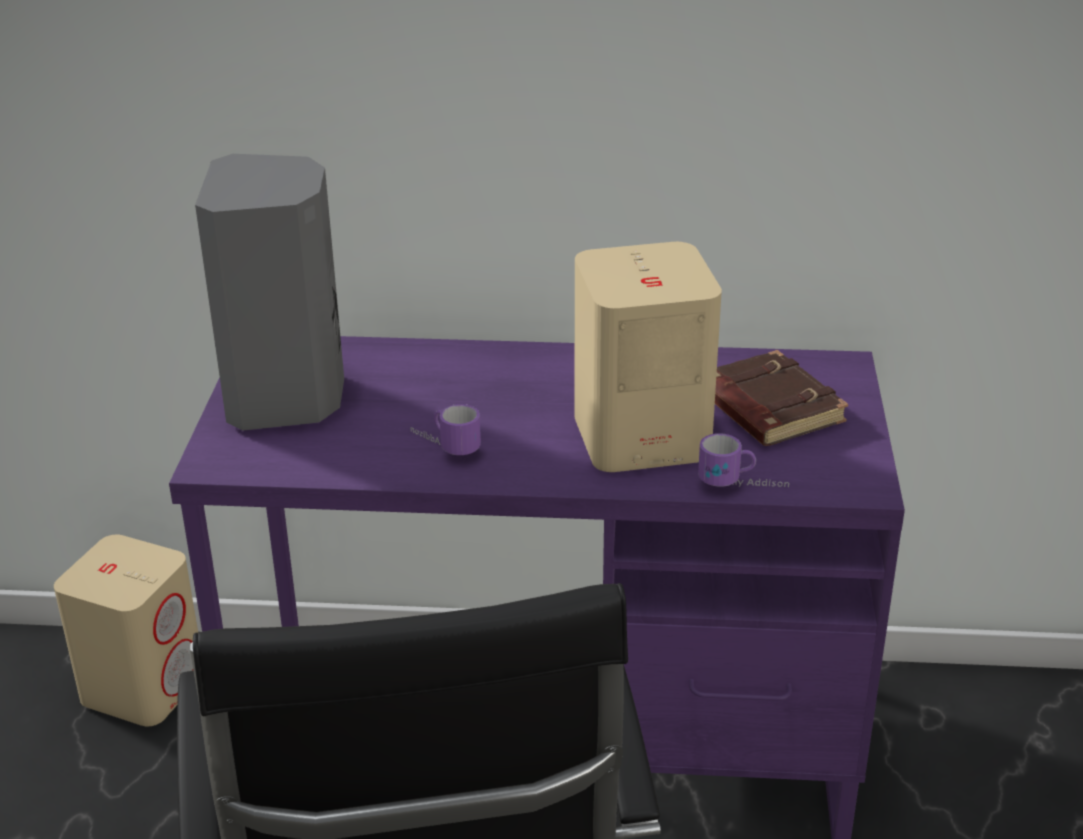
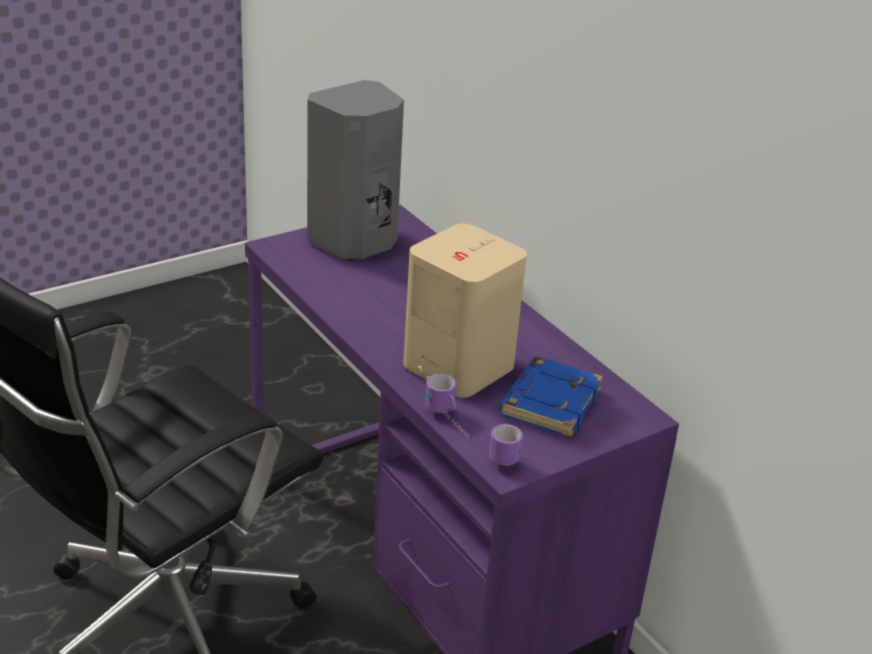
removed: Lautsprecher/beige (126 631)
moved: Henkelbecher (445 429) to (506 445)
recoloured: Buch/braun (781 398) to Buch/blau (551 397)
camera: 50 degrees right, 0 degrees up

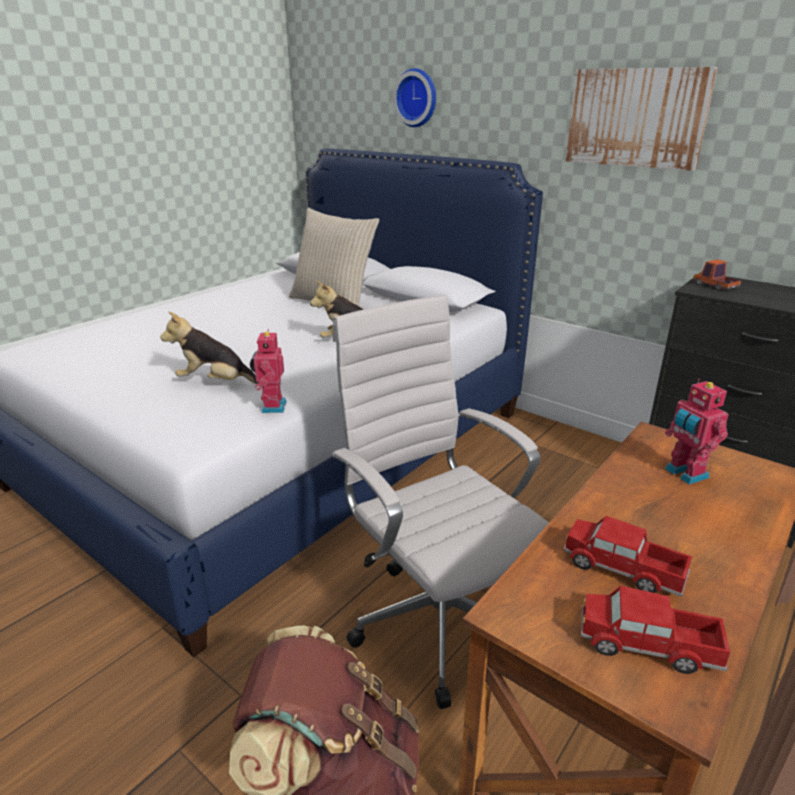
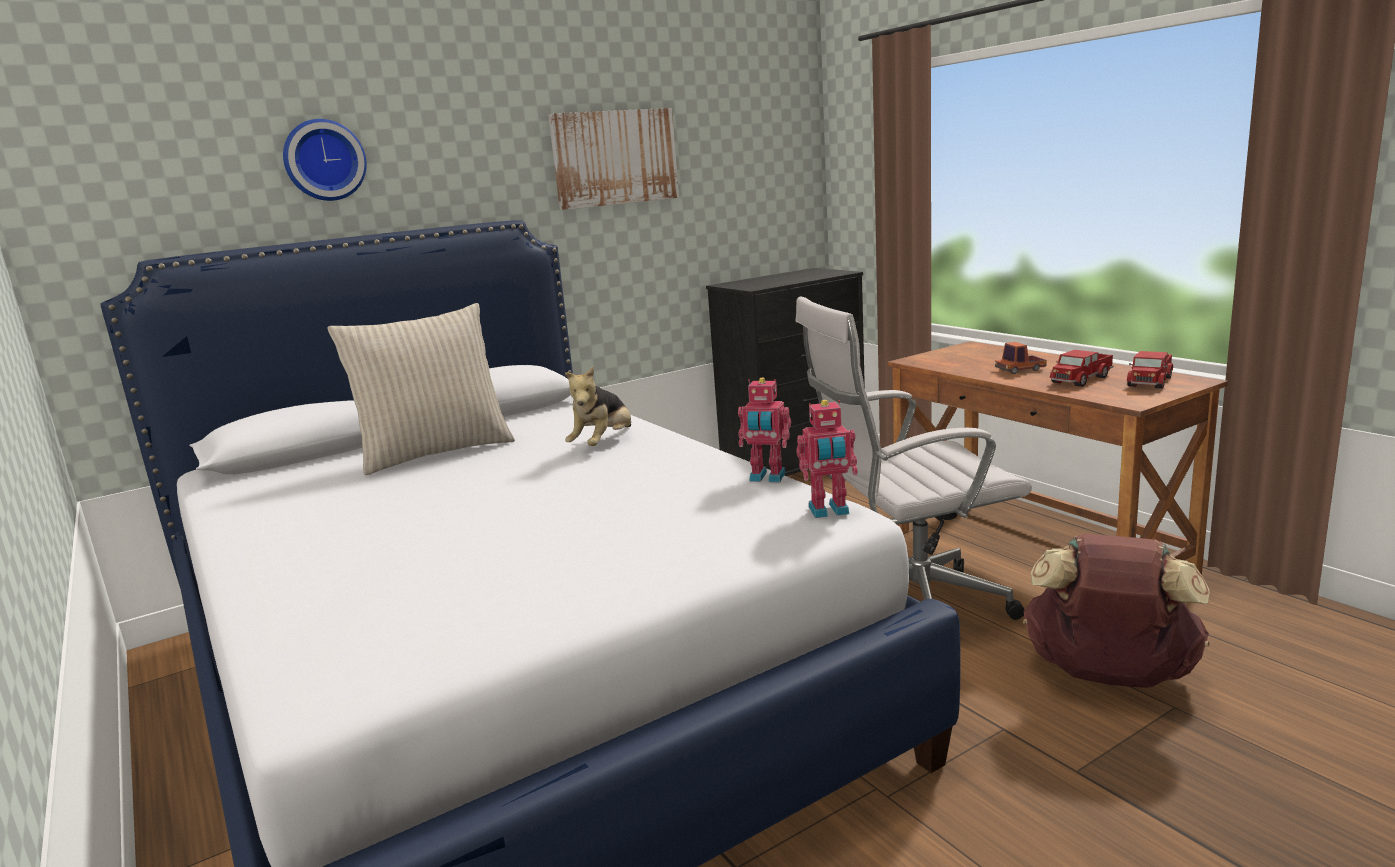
removed: Plüschtier (209 348)
moved: Spielzeuglaster (717 274) to (1021 358); Spielzeugroboter (697 432) to (827 459)
camera: 70 degrees left, 10 degrees down

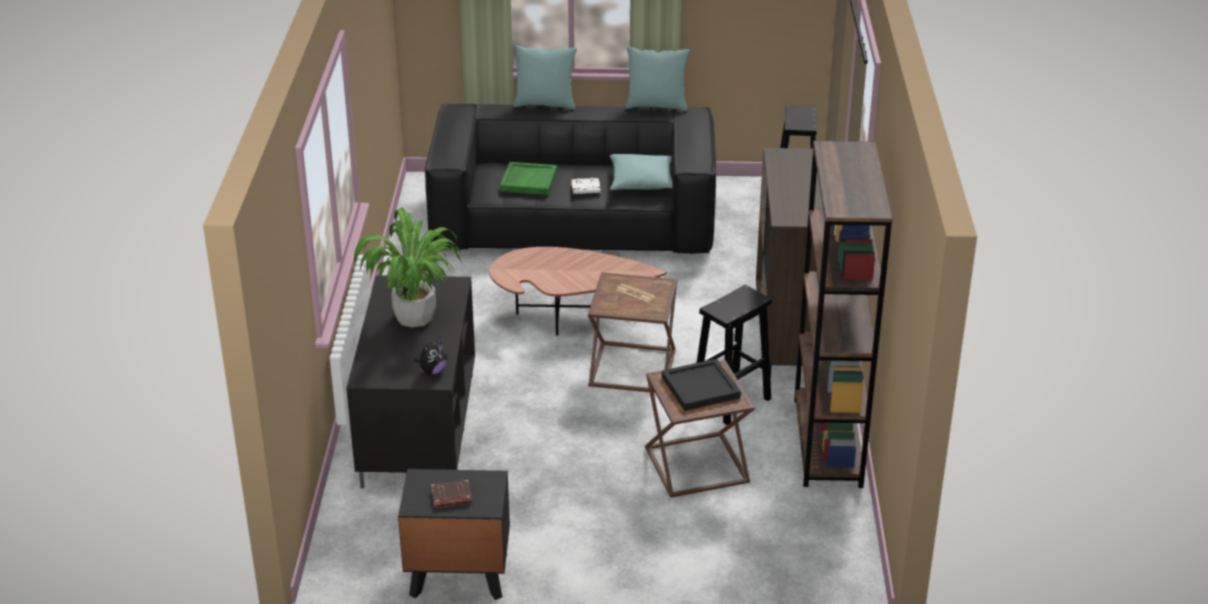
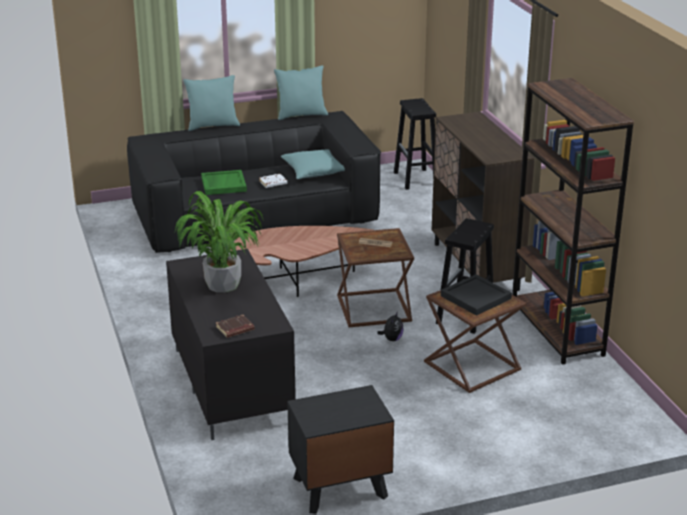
moved: Plüschtier (430 355) to (390 326); Buch/braun (451 494) to (235 326)
camera: 20 degrees left, 5 degrees down

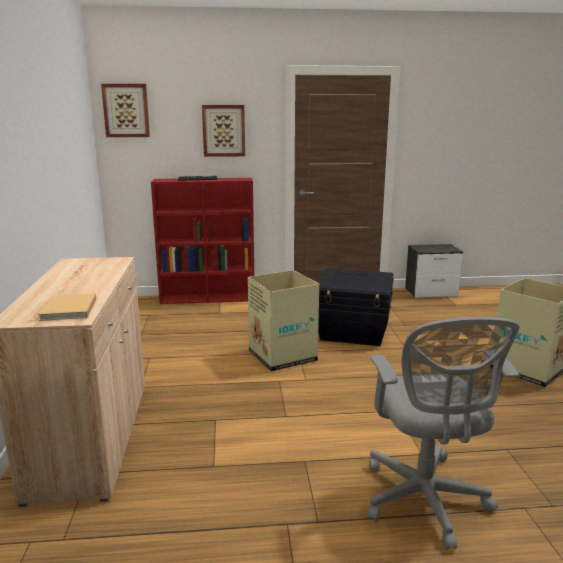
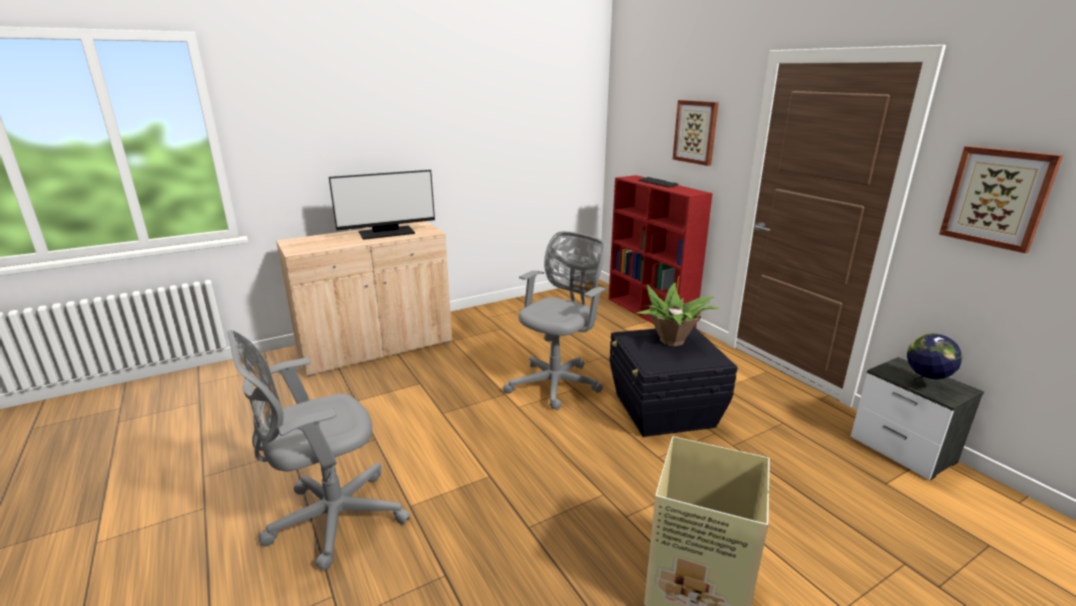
removed: Buch/beige (67 307)
added: Monitor (382 205); Topfpflanze (678 314); Globus (935 363)
moved: Bild (125 110) to (1001 199)
replaced: Karton (283 321) to Bürostuhl/grau (556 320)
camera: 65 degrees right, 5 degrees up

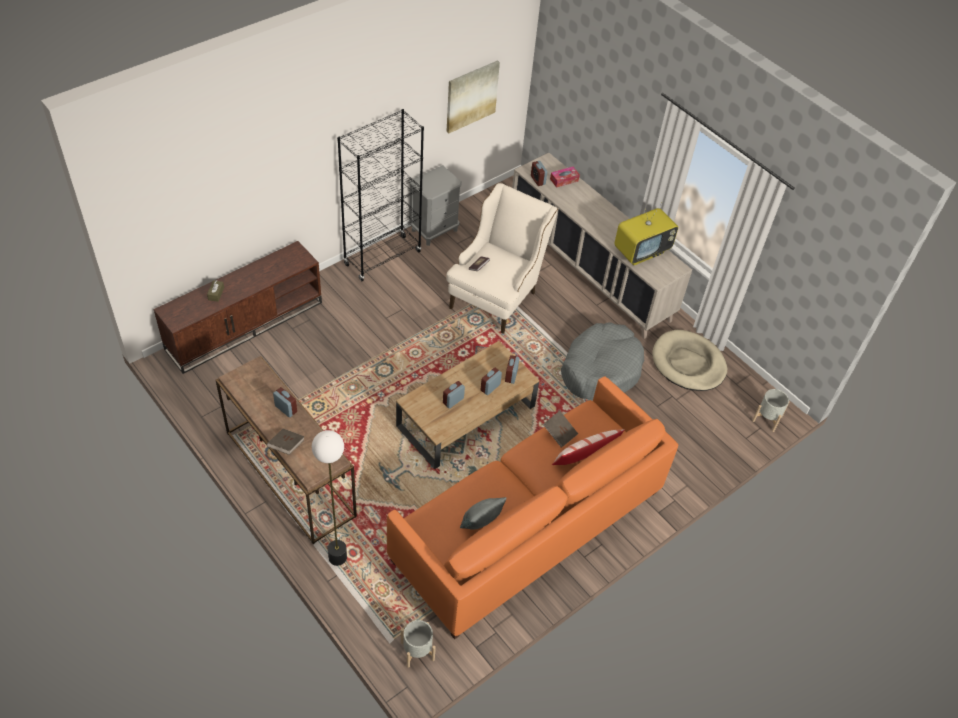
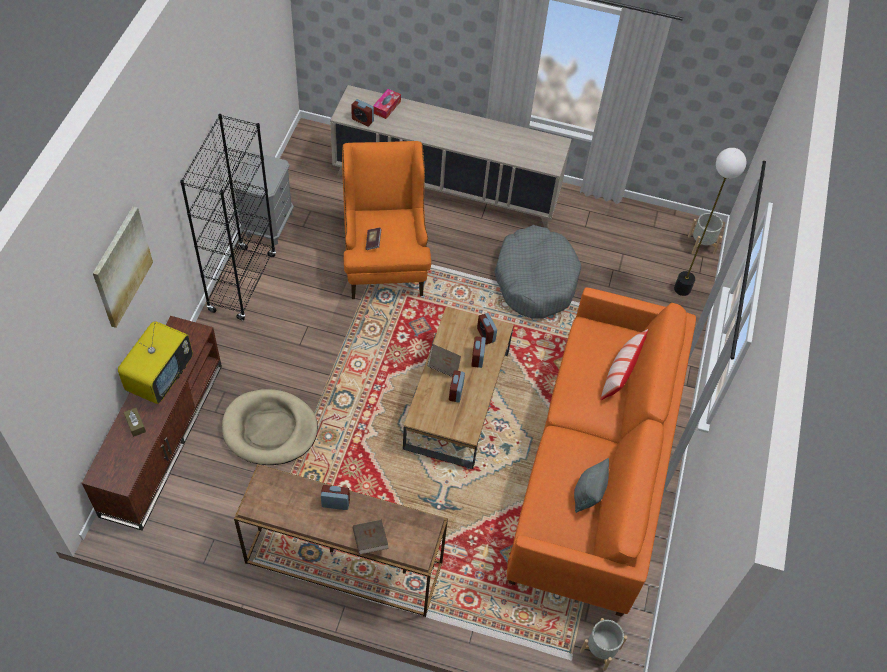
moved: Bild (473 96) to (123 267); Fernseher (646 234) to (155 362); Hundebett/beige (689 360) to (270 427); Buch/braun (560 429) to (444 360); Stehlampe (329 498) to (710 222)
recoloured: Sessel/beige (502 258) to Sessel/orange (386 220)
camera: 35 degrees left, 5 degrees up

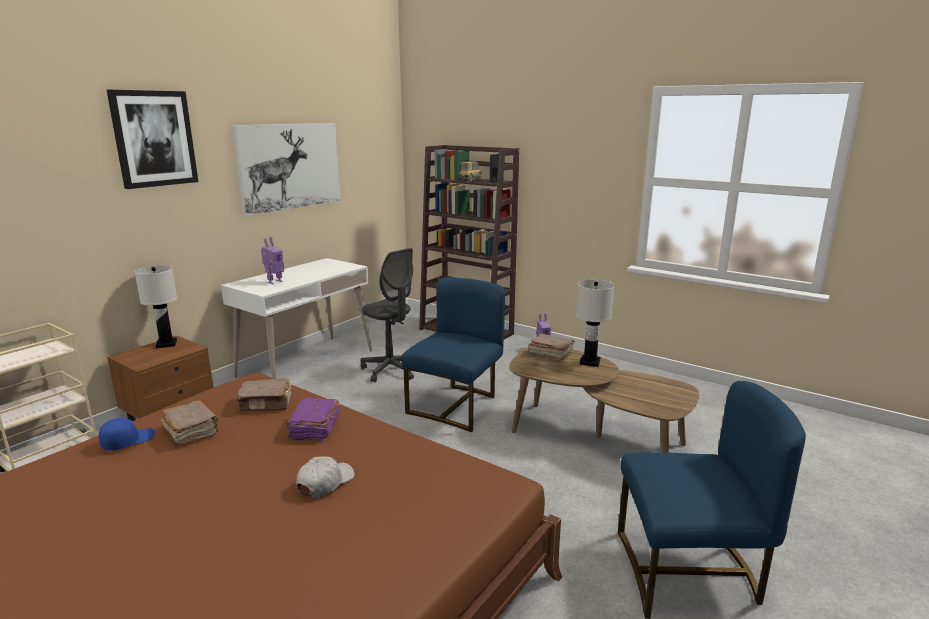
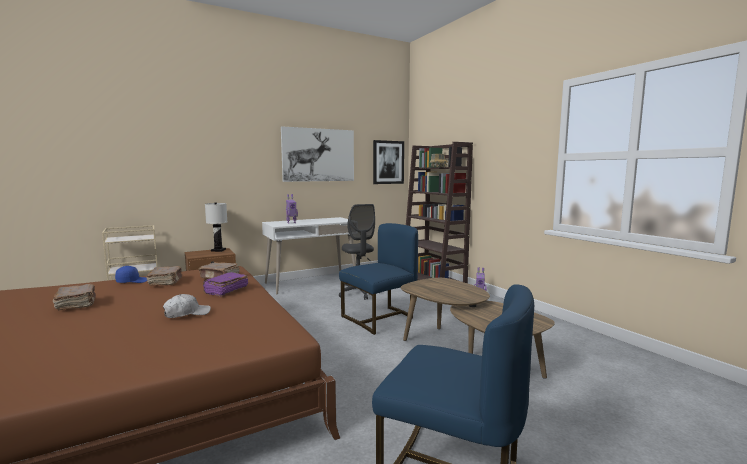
removed: Tischlampe/weiß (595 323)
moved: Bild (152 139) to (388 162); Buch/braun (552 346) to (74 297)
camera: 25 degrees right, 10 degrees down

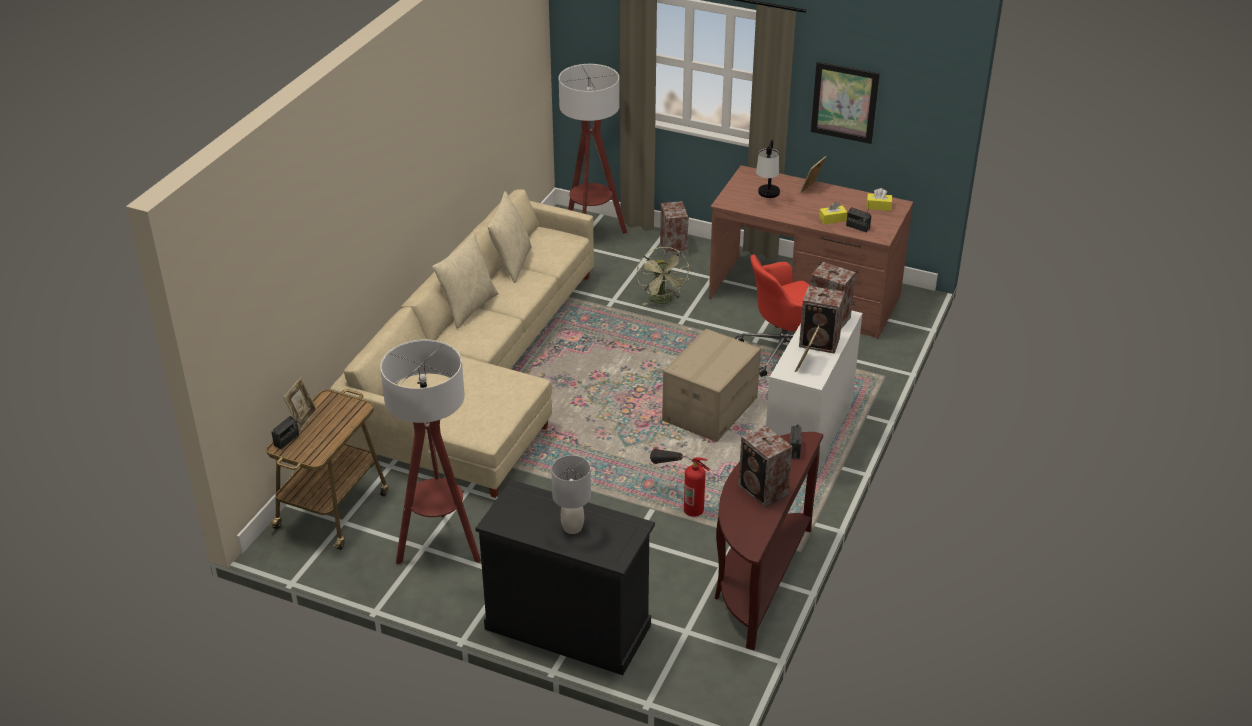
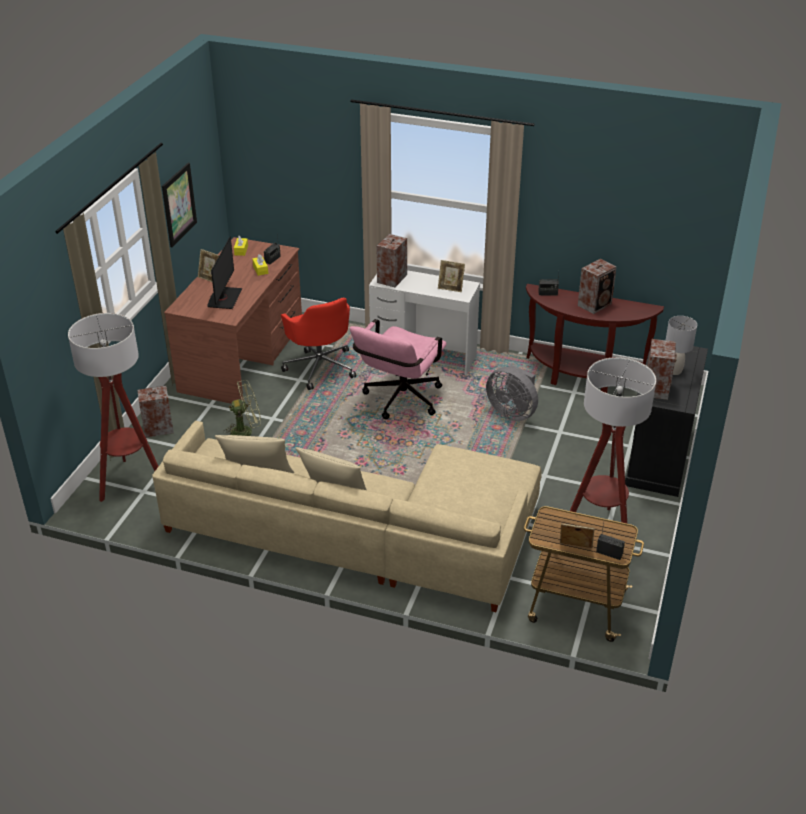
moved: Lautsprecher (822 320) to (662 369)
replaced: Tischlampe (768 168) to Monitor (225 272); Karton (711 385) to Bürostuhl/rosa (398 369); Feuerlöscher (680 483) to Ventilator/grau (512 393)
camera: 95 degrees left, 0 degrees up

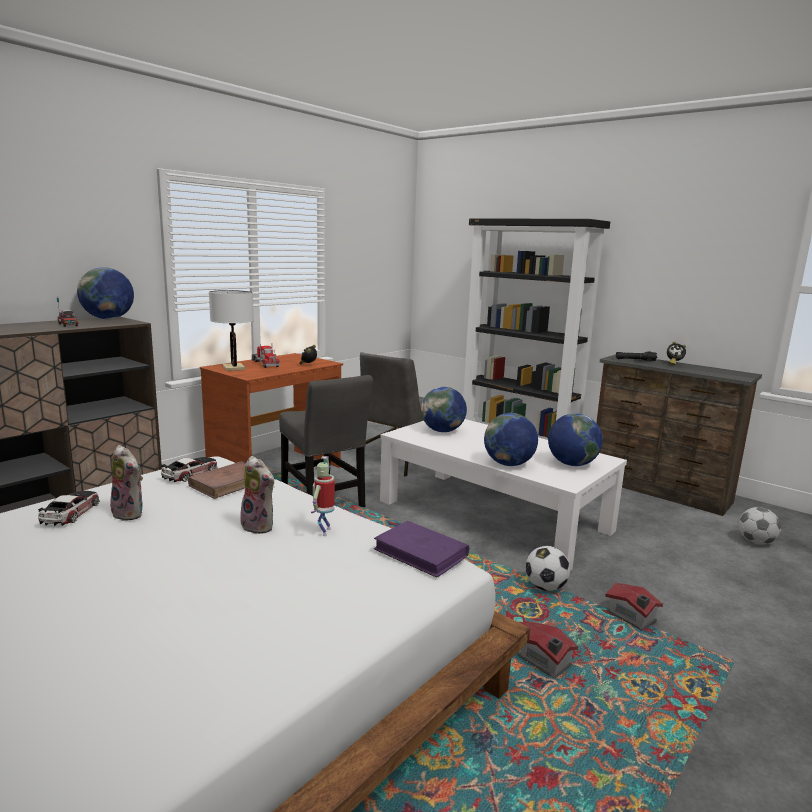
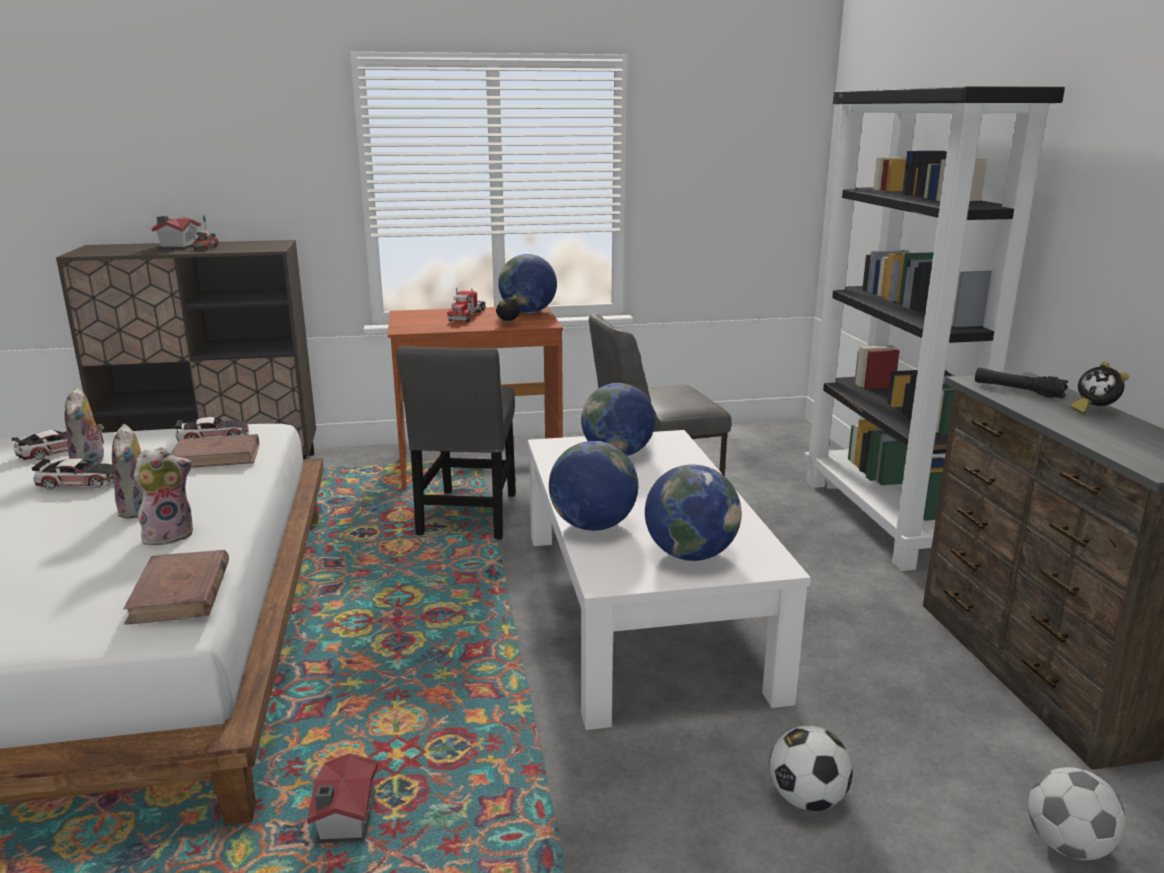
removed: Tischlampe/weiß (231 330)
added: Spielzeugauto (72 474)
moved: Globus (105 293) to (527 283); Fußball (548 568) to (811 768); Spielzeughaus (634 607) to (176 232)
replaced: Spielzeugroboter (323 496) to Plüschtier (163 496)
recoloured: Buch/lila (421 549) to Buch/braun (176 587)
camera: 40 degrees right, 5 degrees up

